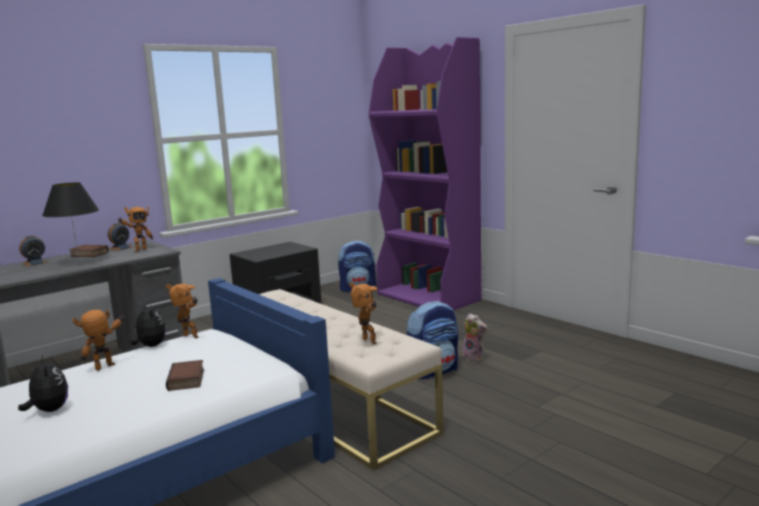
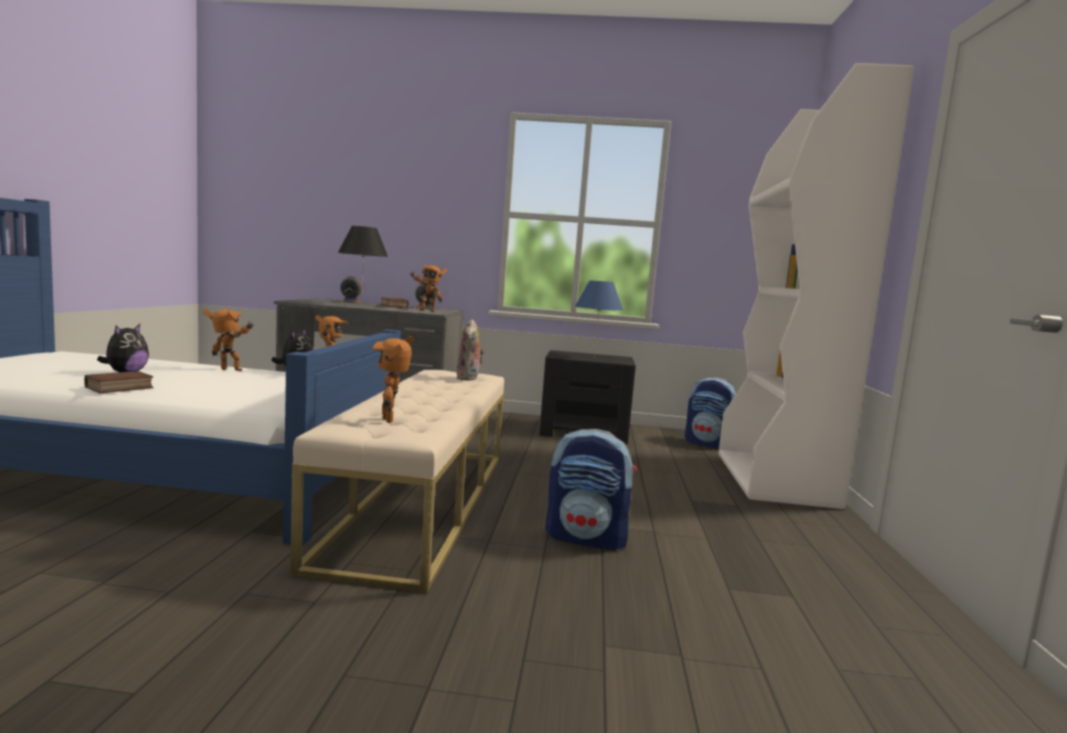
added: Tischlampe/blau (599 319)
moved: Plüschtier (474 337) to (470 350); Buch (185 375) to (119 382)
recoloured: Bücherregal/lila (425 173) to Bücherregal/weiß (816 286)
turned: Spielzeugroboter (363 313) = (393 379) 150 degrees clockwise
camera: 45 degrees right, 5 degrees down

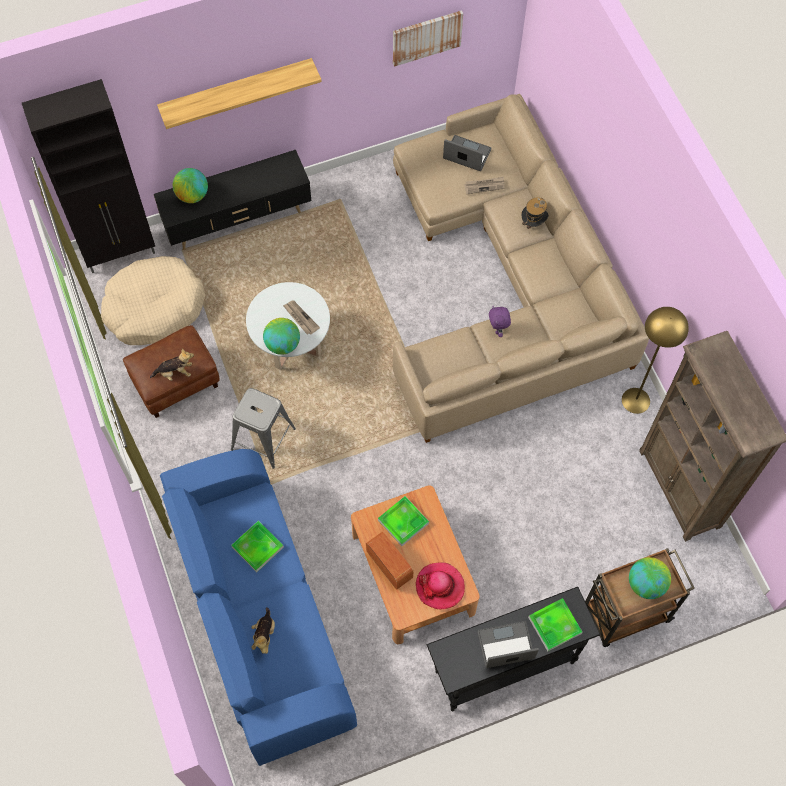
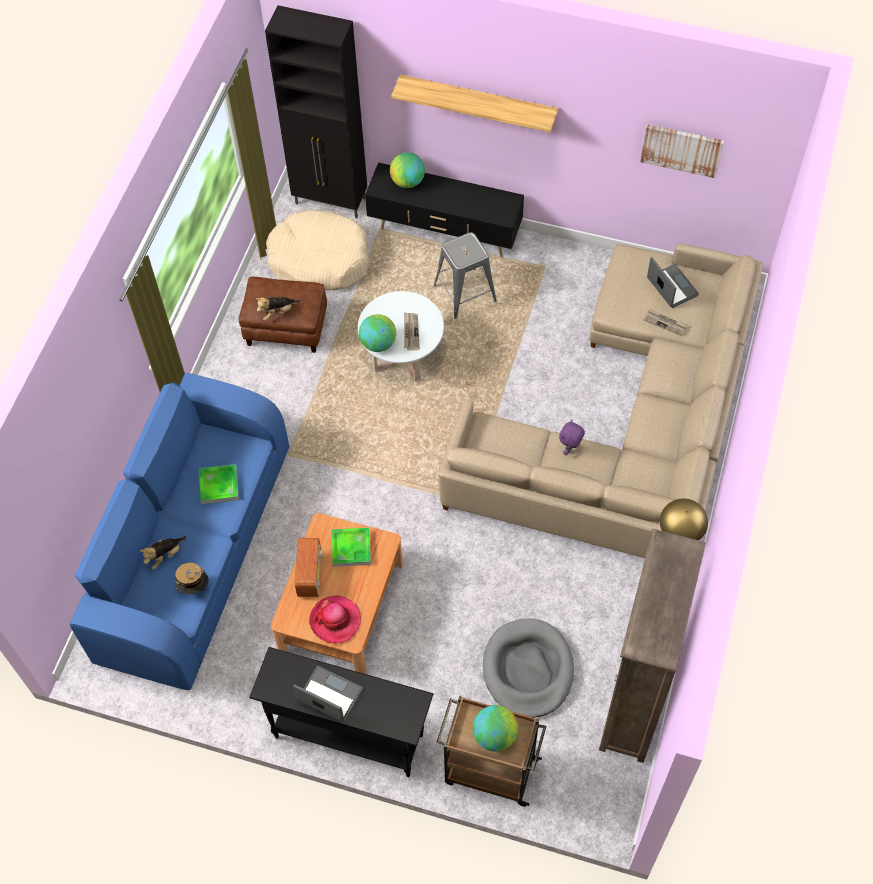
removed: Tablett (555 624)
added: Hundebett/grau (528 668)
moved: Hut (535 216) to (191 578); Hocker/grau (263 428) to (465 275)
turned: Plüschtier (172 365) = (278 309) 120 degrees clockwise
camera: 40 degrees right, 5 degrees down

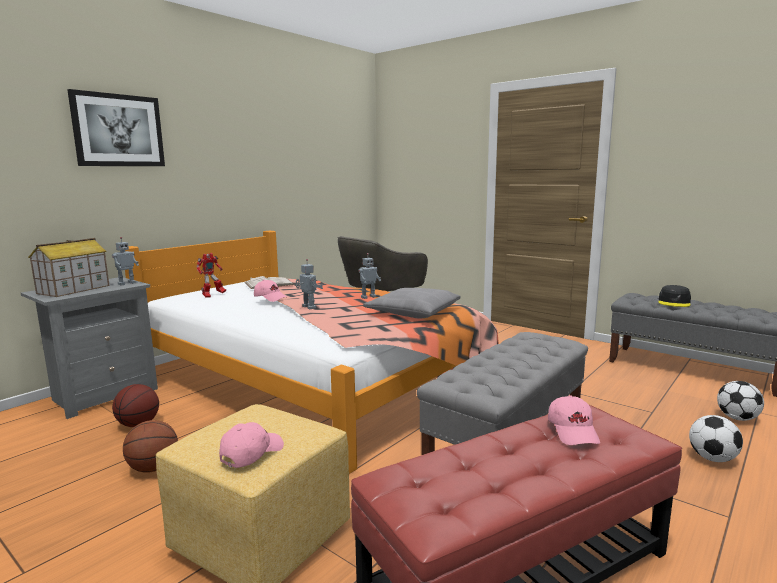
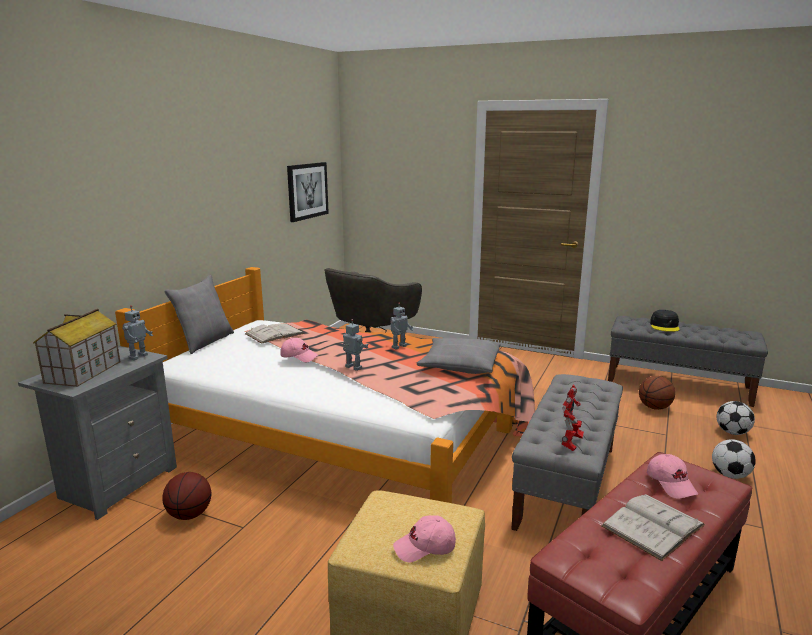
added: Kissen/grau (199 314); Buch/weiß (653 527)
moved: Bild (116 127) to (308 192); Spielzeugroboter (211 275) to (572 418); Basketball (150 446) to (657 393)
turned: Kappe/rosa (251 445) = (424 539) 120 degrees counterclockwise
camera: 15 degrees left, 5 degrees up

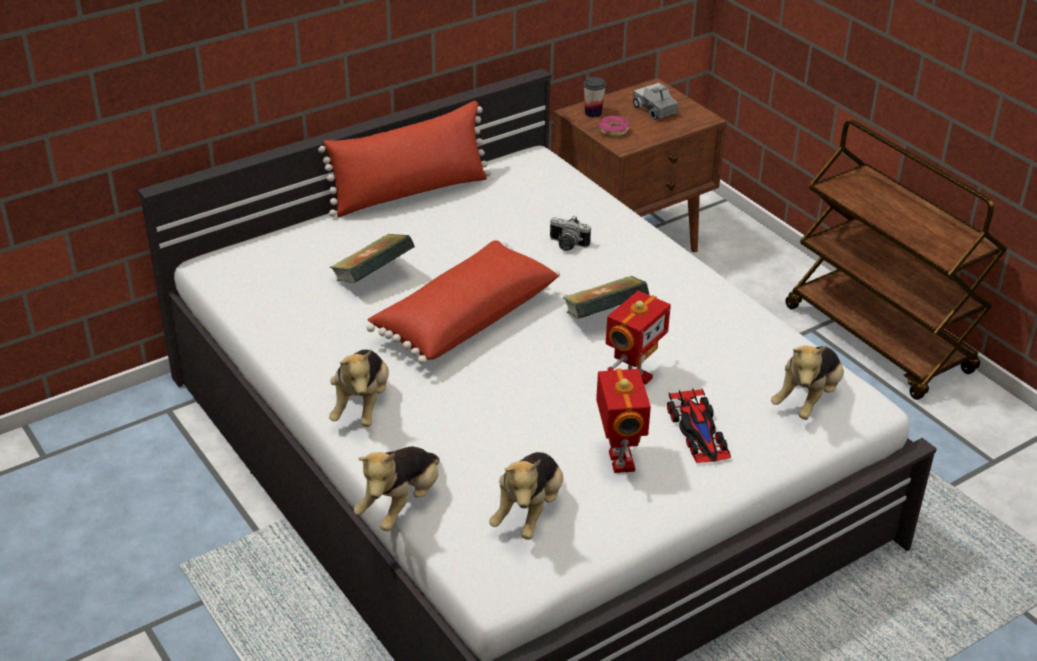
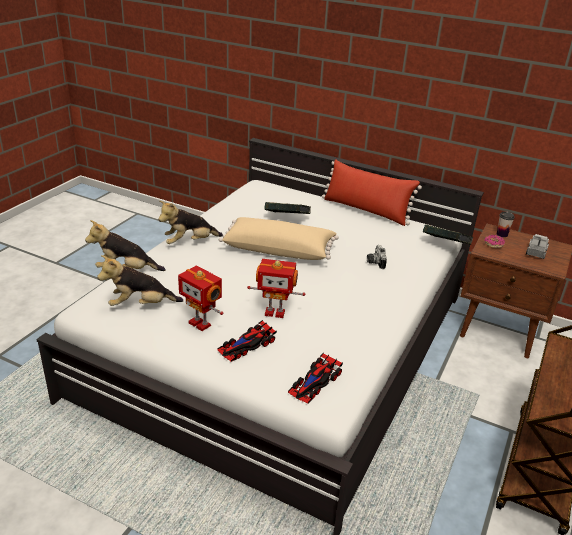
moved: Buch (606 297) to (448 234)
replaced: Plüschtier (807 382) to Spielzeugauto (315 378)
recoloured: Kissen/rot (463 302) to Kissen/beige (279 238)
turned: Spielzeugroboter (623 420) = (201 298) 75 degrees clockwise
camera: 60 degrees right, 5 degrees down

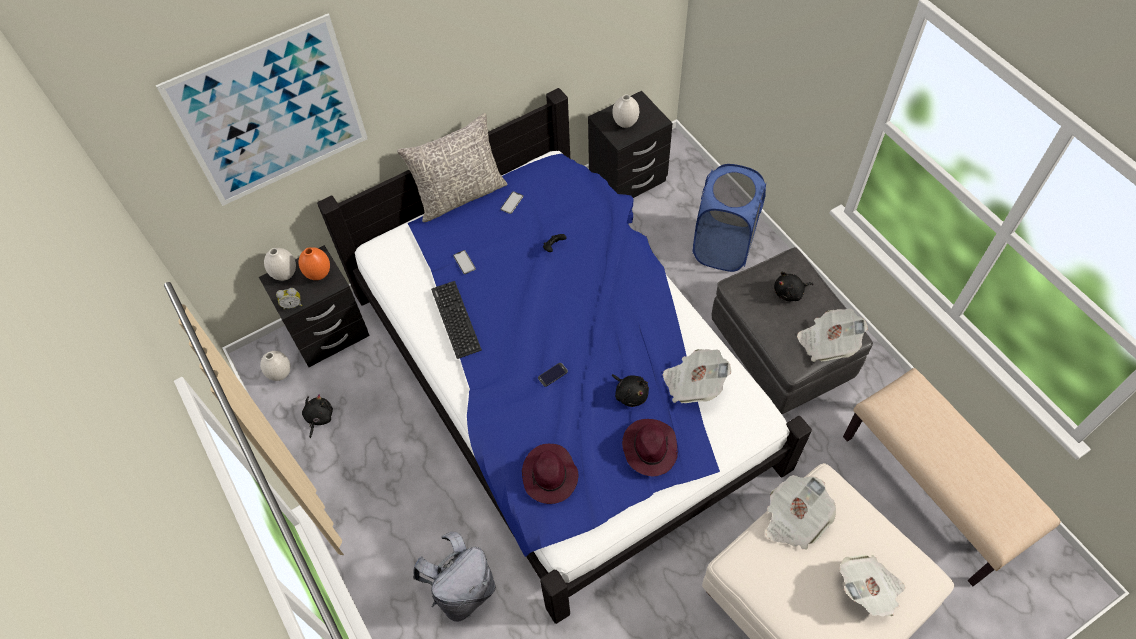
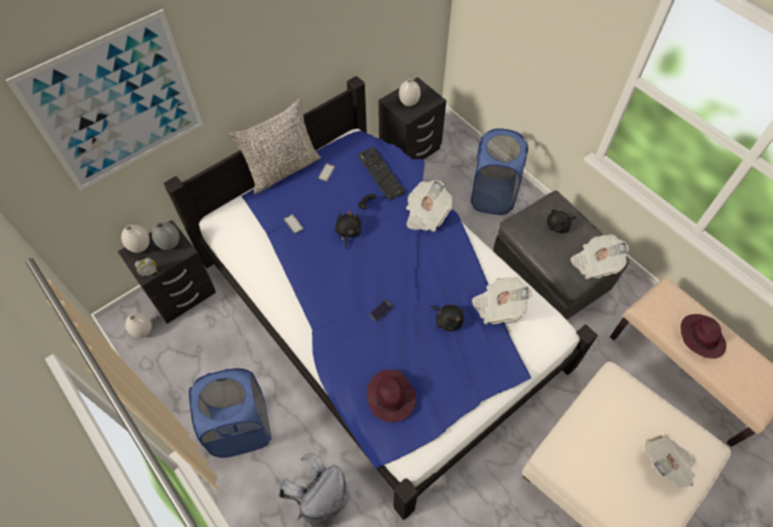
added: Wäschekorb/blau (230 413)
moved: Tastatur (456 320) to (381 173); Plüschtier/schwarz (317 416) to (348 229); Hut/lila (650 447) to (703 336); Zeitung (801 512) to (429 206)
recoloured: Vase/orange (314 263) to Vase/grau (165 236)
camera: 10 degrees left, 0 degrees up

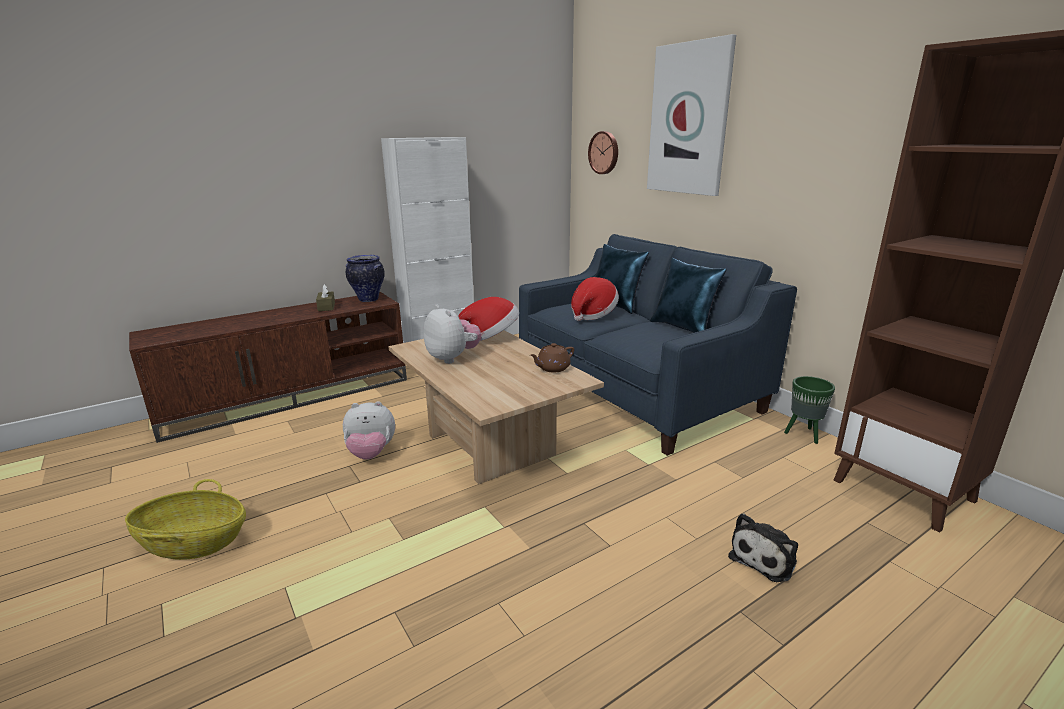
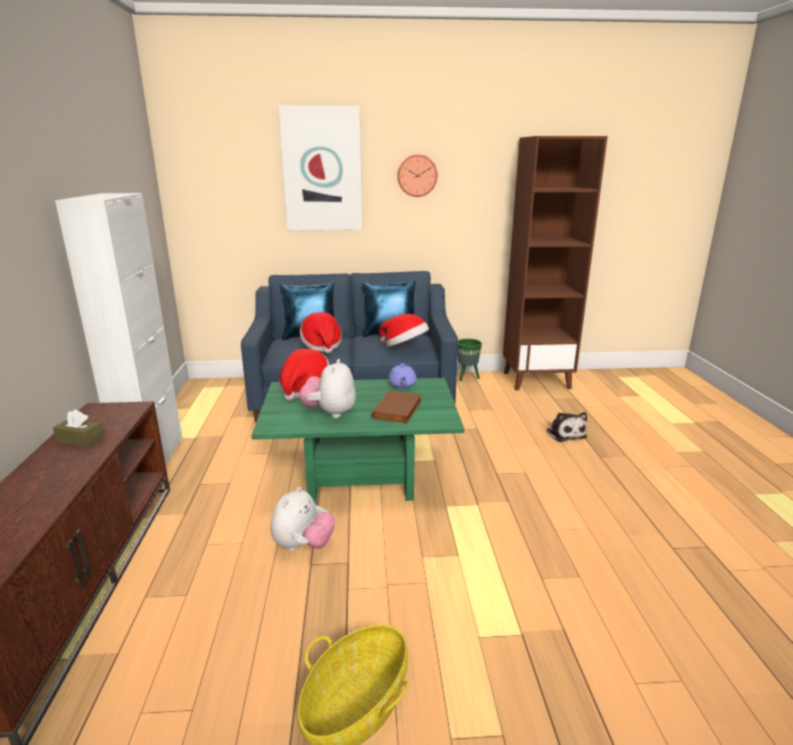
removed: Vase (365 278)
added: Hut (404 330); Buch/braun (397 406)
moved: Wanduhr (603 152) to (417 176)
recoloured: Couchtisch/beige (496 407) to Couchtisch/grün (357 441); Teekanne/braun (552 357) to Teekanne/lila (402 376)
turned: Plüschtier (452 334) = (327 388) 75 degrees counterclockwise
camera: 60 degrees left, 0 degrees up

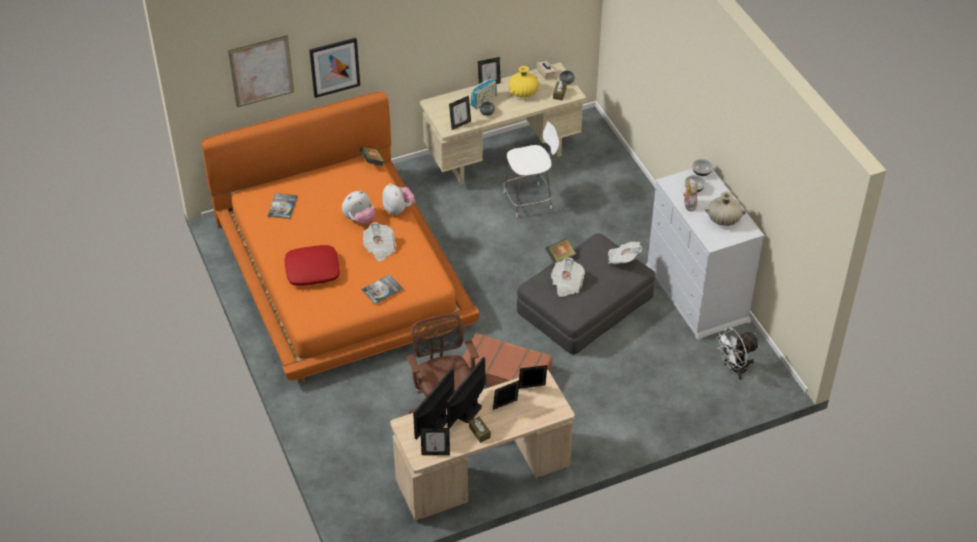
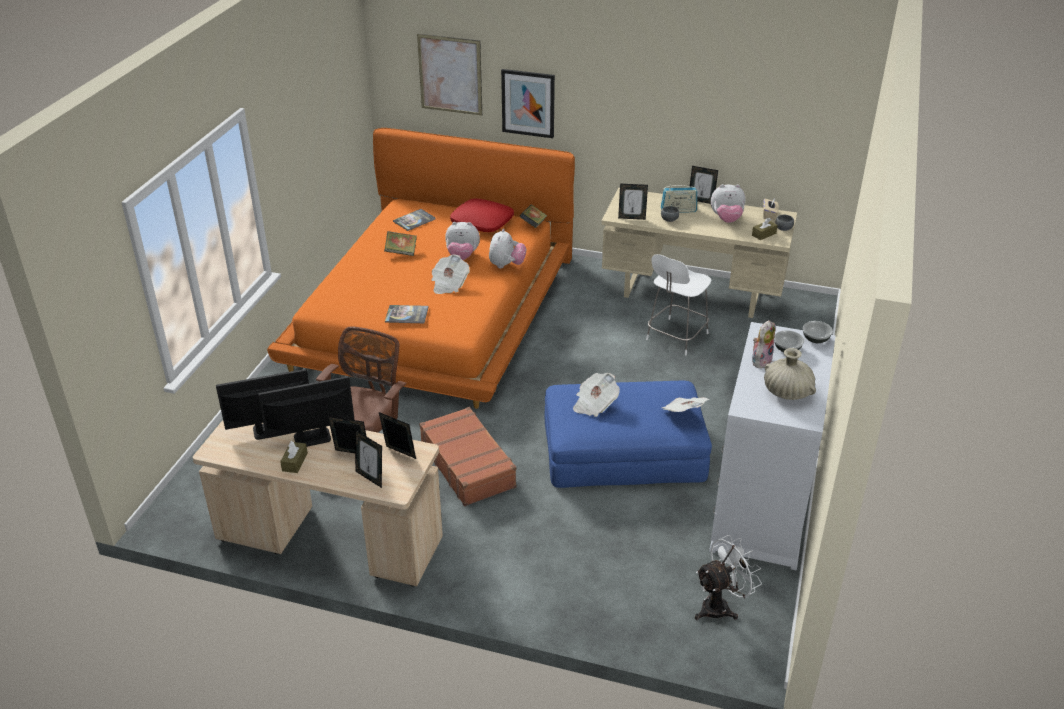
moved: Buch (560 251) to (400 243); Kissen/rot (312 265) to (482 215); Bilderrahmen (435 441) to (368 459)
replaced: Vase/gelb (524 82) to Plüschtier (728 203)
recoloured: Polsterhocker/grau (586 293) to Polsterhocker/blau (628 434)
turned: Stuhl/weiß (531 169) = (678 304) 105 degrees clockwise; Ventilator/weiß (737 354) = (728 577) 135 degrees clockwise
camera: 40 degrees right, 10 degrees down

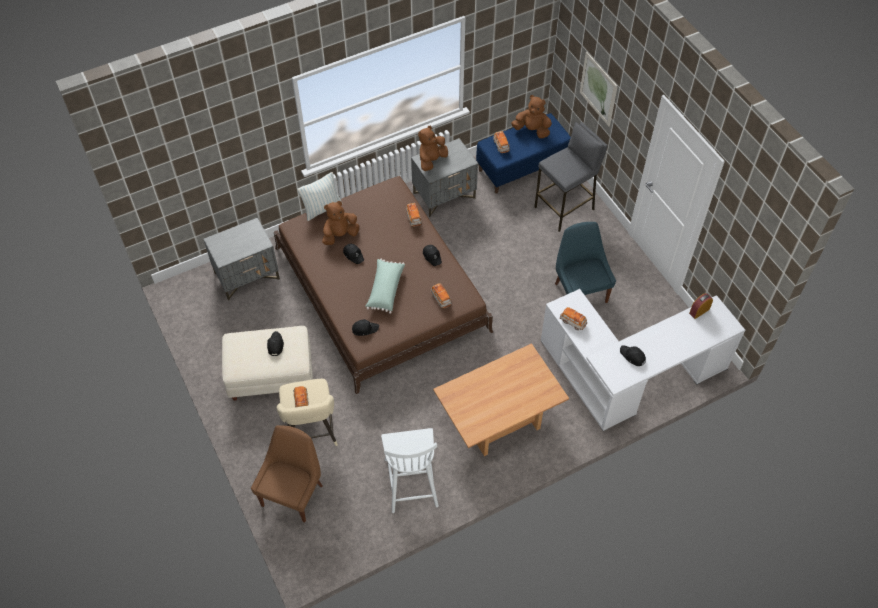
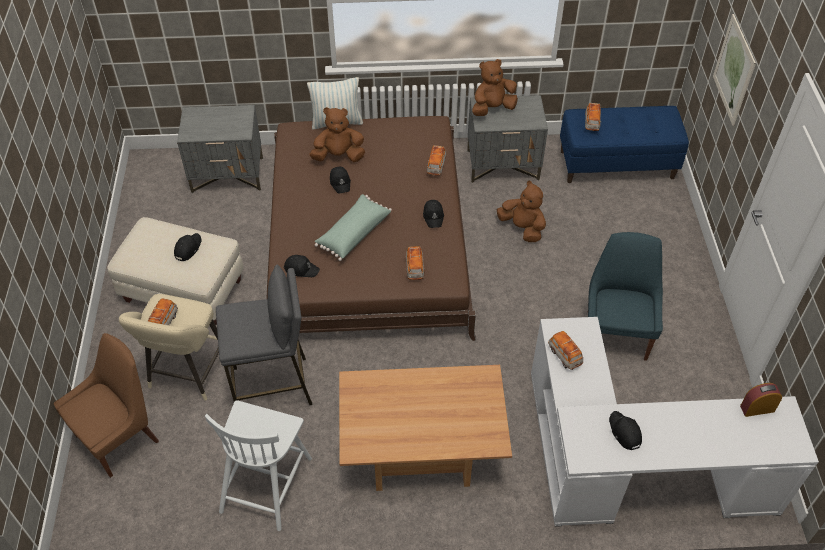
moved: Plüschtier/braun (531 116) to (521 211); Hocker/grau (571 177) to (264 334)
camera: 25 degrees right, 5 degrees down

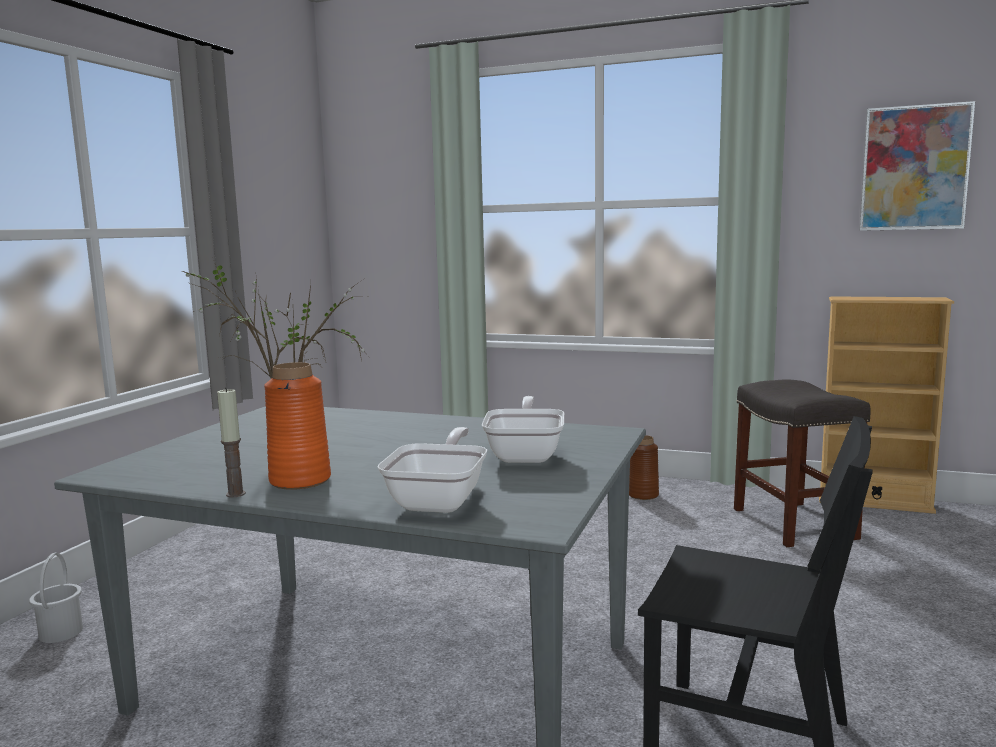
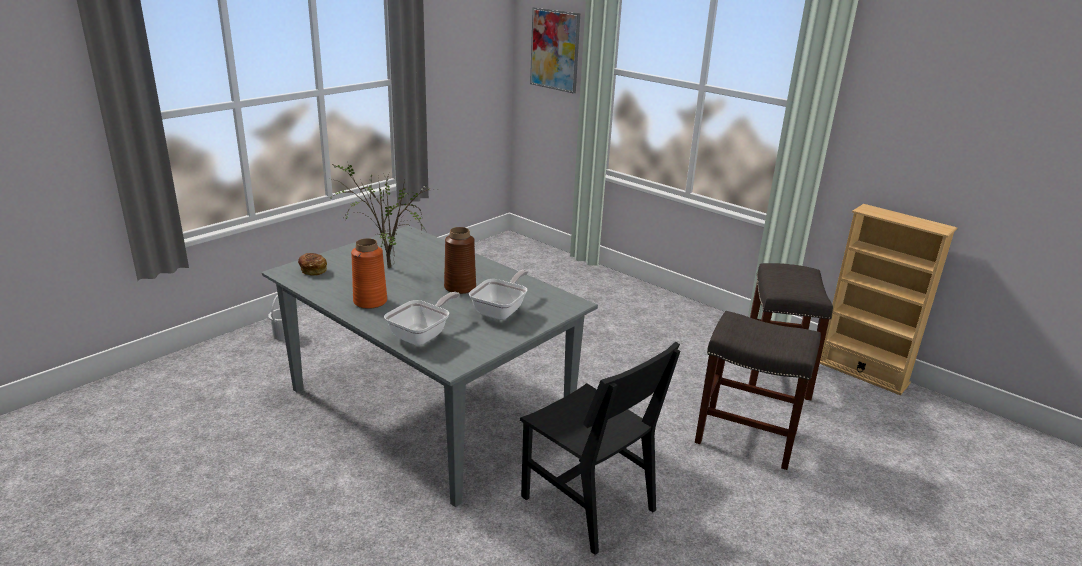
removed: Kerze (231 443)
added: Brot (312 264); Hocker/grau (758 390)
moved: Bild (917 166) to (555 50); Vase/braun (644 467) to (460 260)
camera: 20 degrees right, 15 degrees up

